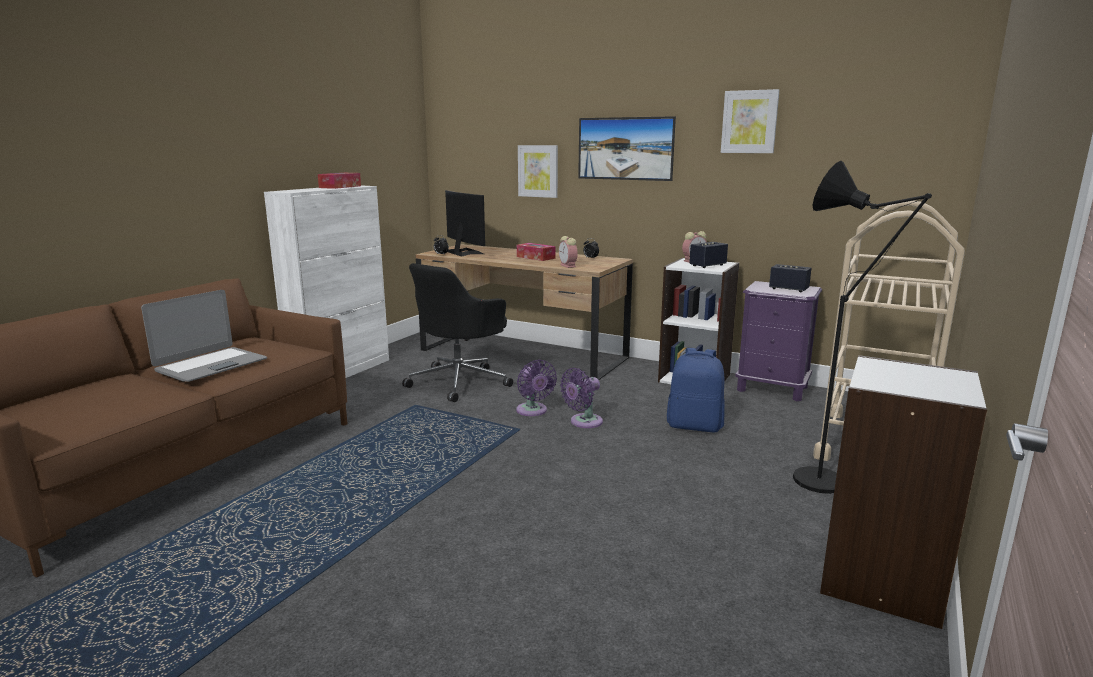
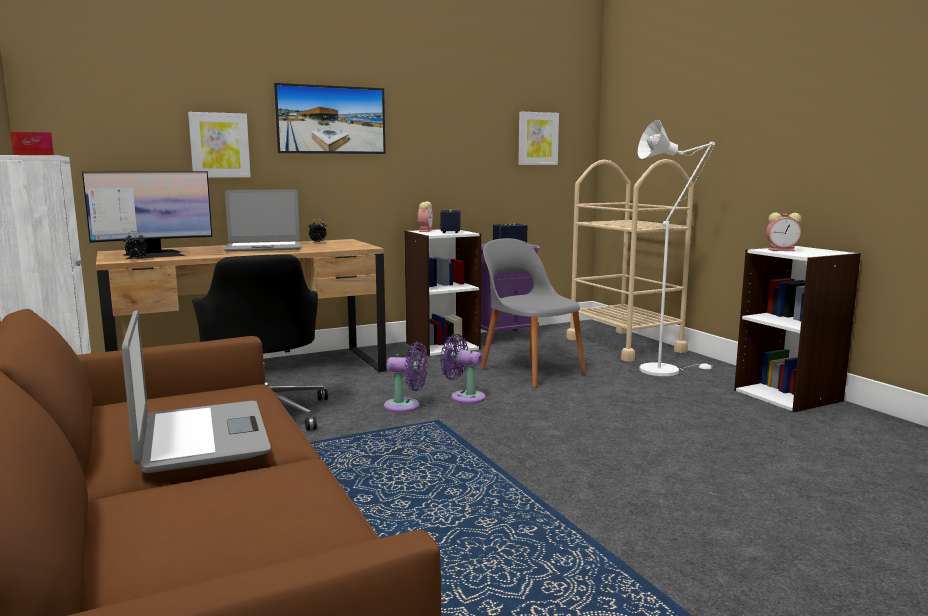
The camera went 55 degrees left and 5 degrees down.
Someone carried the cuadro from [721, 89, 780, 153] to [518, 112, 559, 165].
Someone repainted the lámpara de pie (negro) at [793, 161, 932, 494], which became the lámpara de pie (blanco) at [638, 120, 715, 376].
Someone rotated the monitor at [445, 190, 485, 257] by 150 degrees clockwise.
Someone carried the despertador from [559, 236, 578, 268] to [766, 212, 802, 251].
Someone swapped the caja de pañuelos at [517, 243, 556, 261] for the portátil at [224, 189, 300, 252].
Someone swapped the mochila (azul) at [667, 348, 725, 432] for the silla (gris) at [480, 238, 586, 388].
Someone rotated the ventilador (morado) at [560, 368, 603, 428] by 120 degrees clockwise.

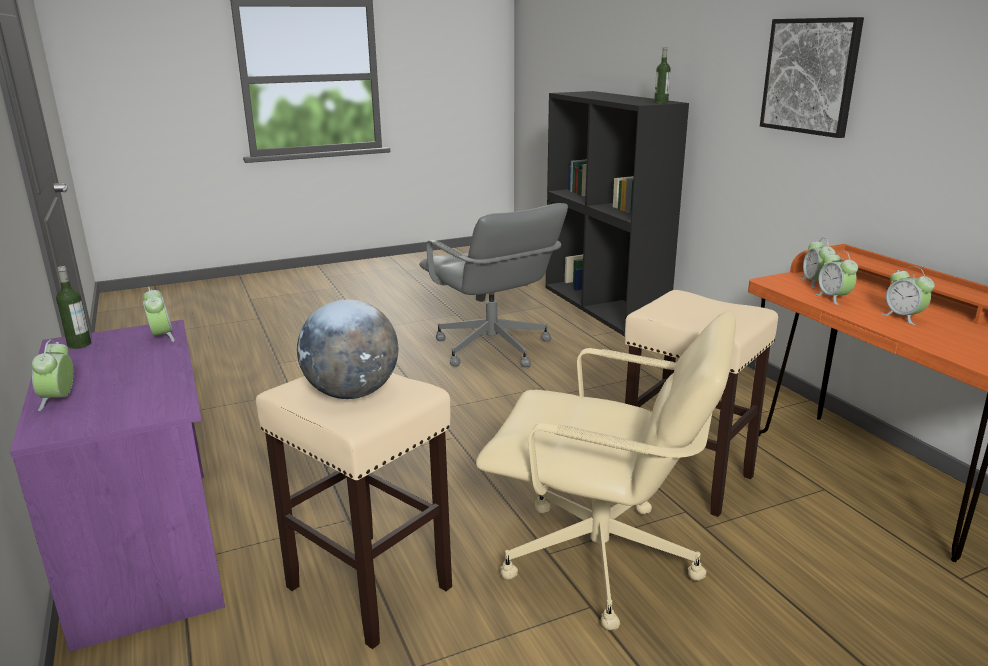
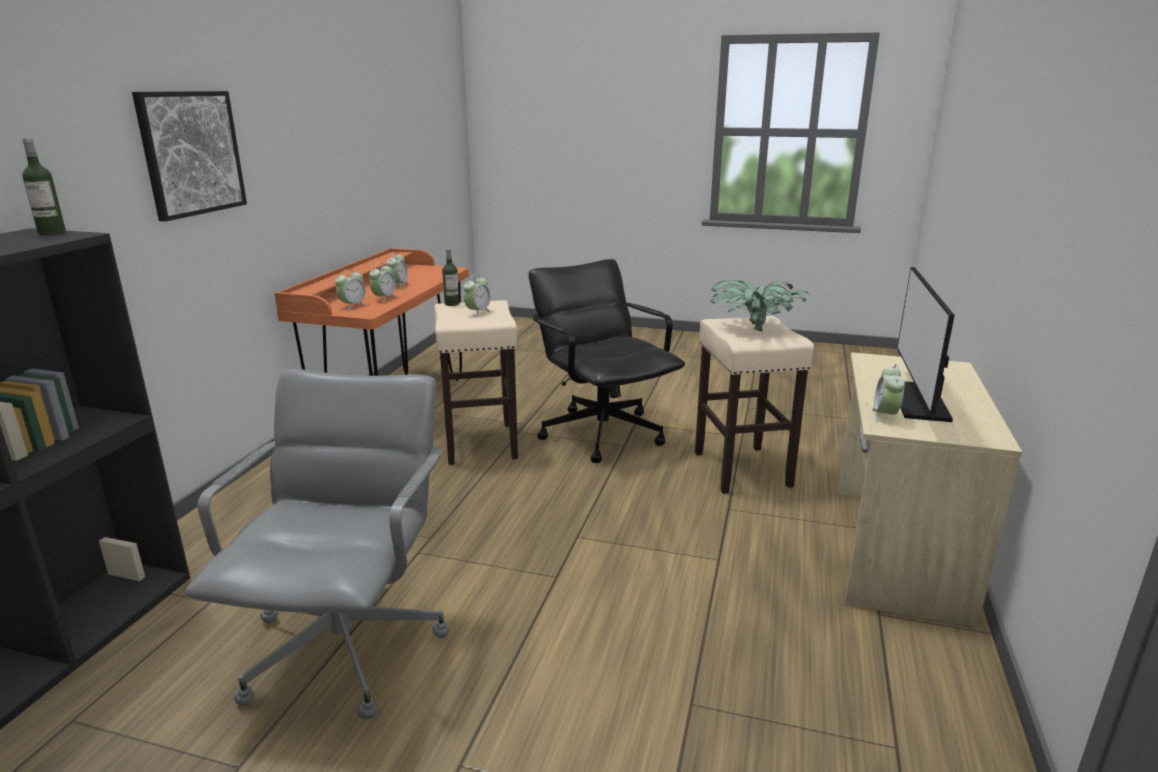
The camera went 140 degrees left and 0 degrees up.
Someone carried the botella from [56, 266, 91, 349] to [442, 248, 459, 306].
Someone swapped the globo terráqueo at [297, 299, 398, 399] for the planta en maceta at [710, 280, 809, 331].
Someone repainted the silla de oficina (beis) at [476, 311, 736, 630], which became the silla de oficina (negro) at [528, 259, 685, 463].
Someone repainted the escritorio (morado) at [10, 320, 225, 652], which became the escritorio (beis) at [837, 352, 1022, 627].
Someone carried the despertador from [32, 339, 73, 411] to [463, 274, 492, 317].
Someone put down the monitor at [897, 267, 955, 422].

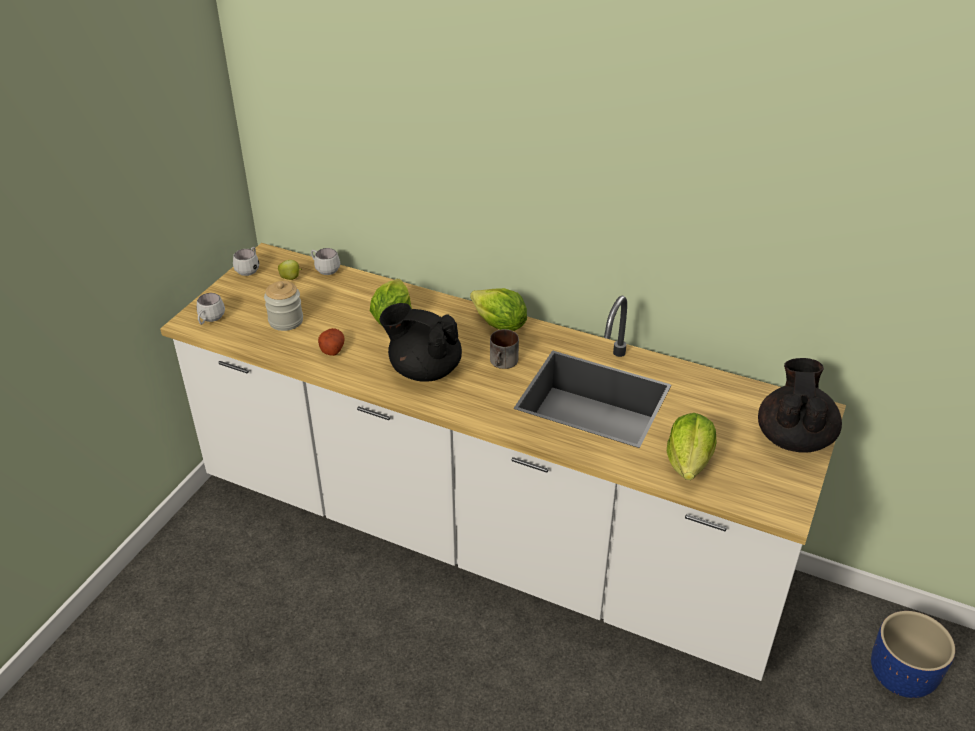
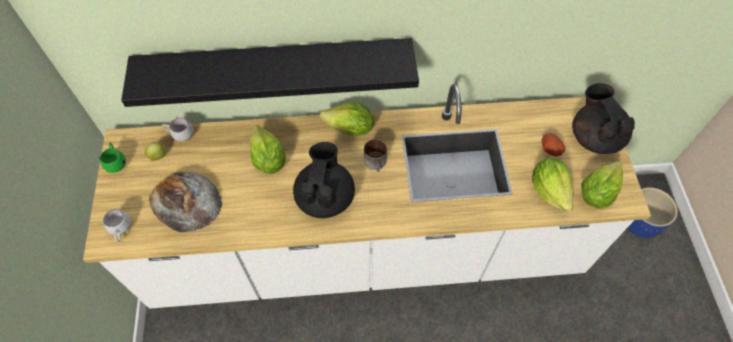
The camera went 30 degrees left and 20 degrees up.
Someone repainted the taza grande (blanco) at [233, 247, 259, 276], which became the taza grande (verde) at [99, 143, 126, 173].
Someone swapped the tarro at [264, 281, 303, 331] for the pan at [149, 172, 223, 232].
Someone rotated the tetera (negro) at [379, 303, 462, 382] by 105 degrees clockwise.
Someone carried the patata from [318, 328, 344, 356] to [542, 133, 565, 156].
Someone put up the estante (negro) at [121, 38, 419, 107].
Someone put down the lechuga at [581, 162, 623, 208].

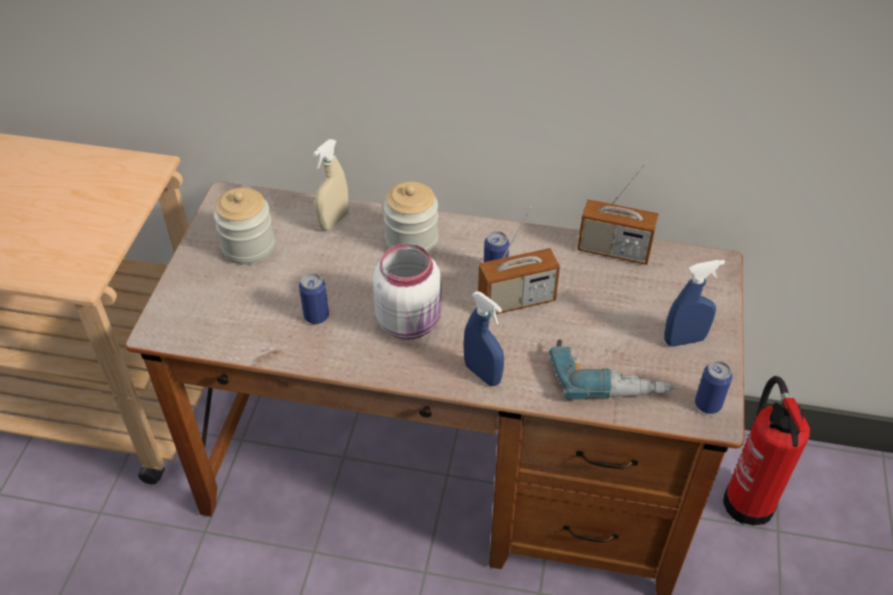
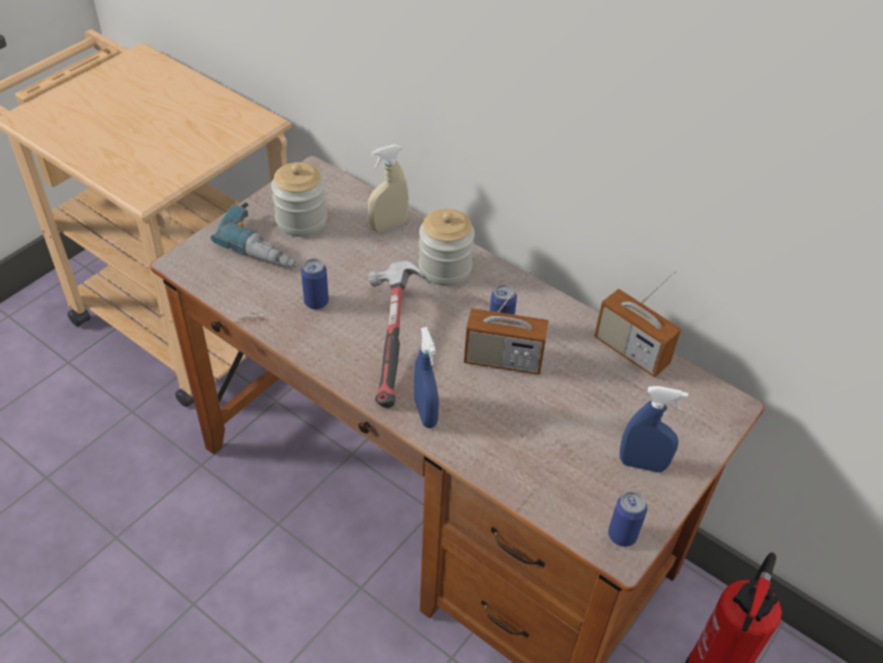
The camera went 25 degrees right and 0 degrees up.
Someone swapped the tarro (blanco) at [372, 243, 442, 340] for the martillo at [368, 260, 431, 408].
Someone carried the taladro from [549, 339, 675, 400] to [211, 202, 298, 268].

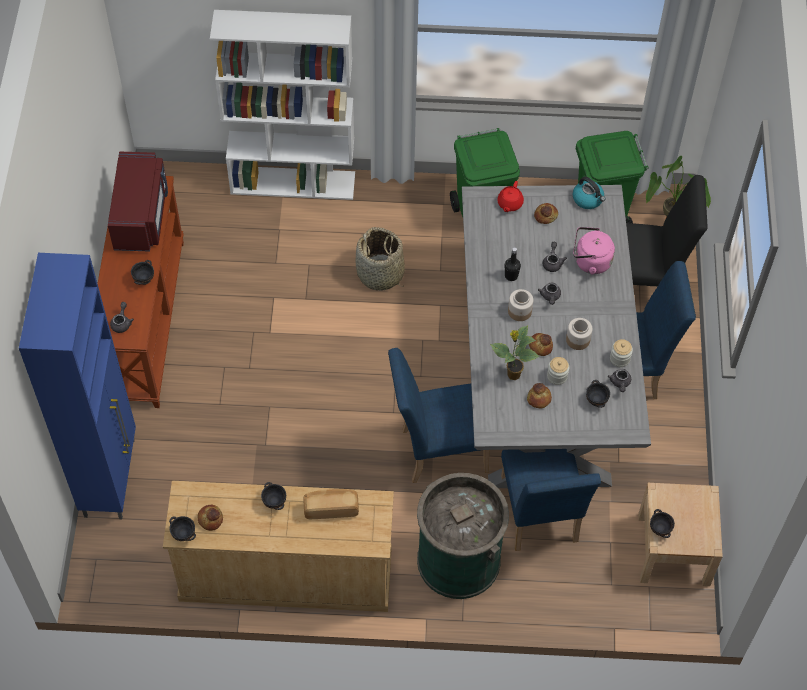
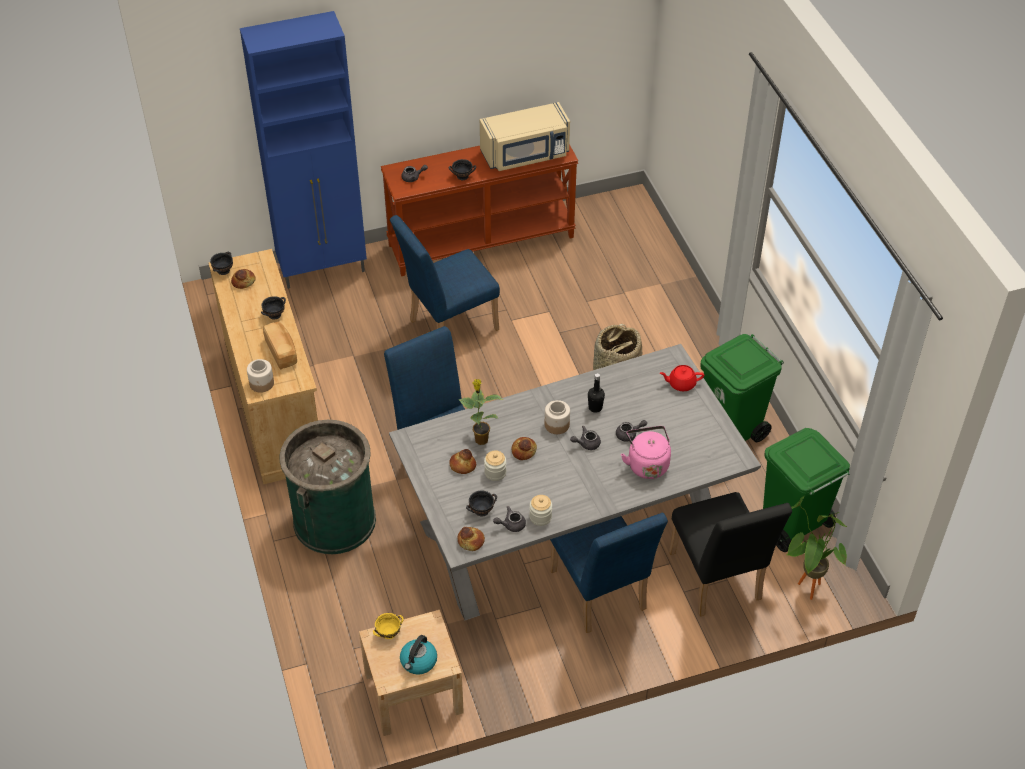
The camera went 70 degrees right and 10 degrees down.
Someone took away the estantería (blanco) at [210, 10, 355, 200].
Someone repainted the microondas (rojo) at [108, 152, 168, 252], which became the microondas (beis) at [480, 102, 570, 171].
Someone carried the hervidor from [573, 177, 605, 209] to [400, 635, 437, 675].
Someone carried the pan from [534, 203, 558, 224] to [457, 527, 485, 551].
Someone carried the tarro from [566, 318, 593, 350] to [247, 359, 274, 393].
Someone carried the silla (azul) from [501, 449, 601, 551] to [390, 215, 500, 331].
Someone repainted the cuenco (negro) at [650, 509, 675, 538], which became the cuenco (amarillo) at [373, 613, 404, 639].

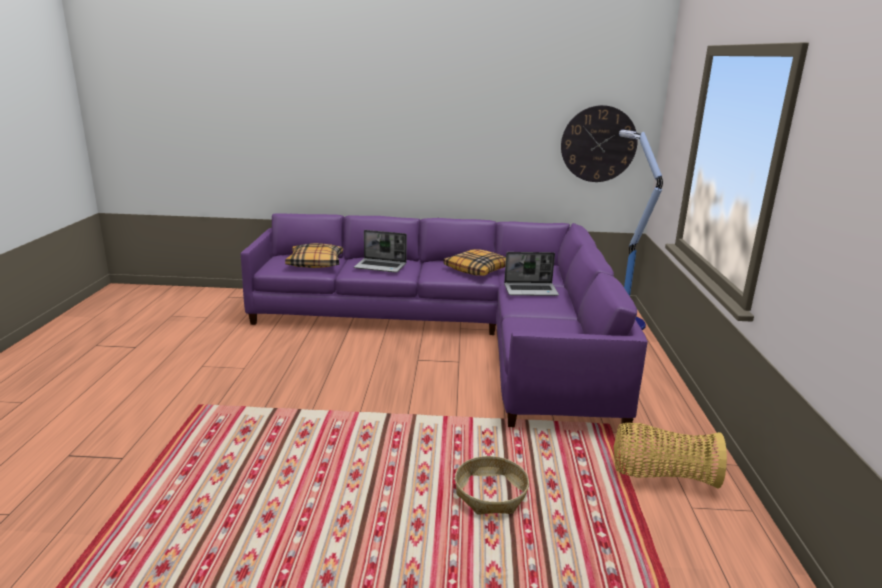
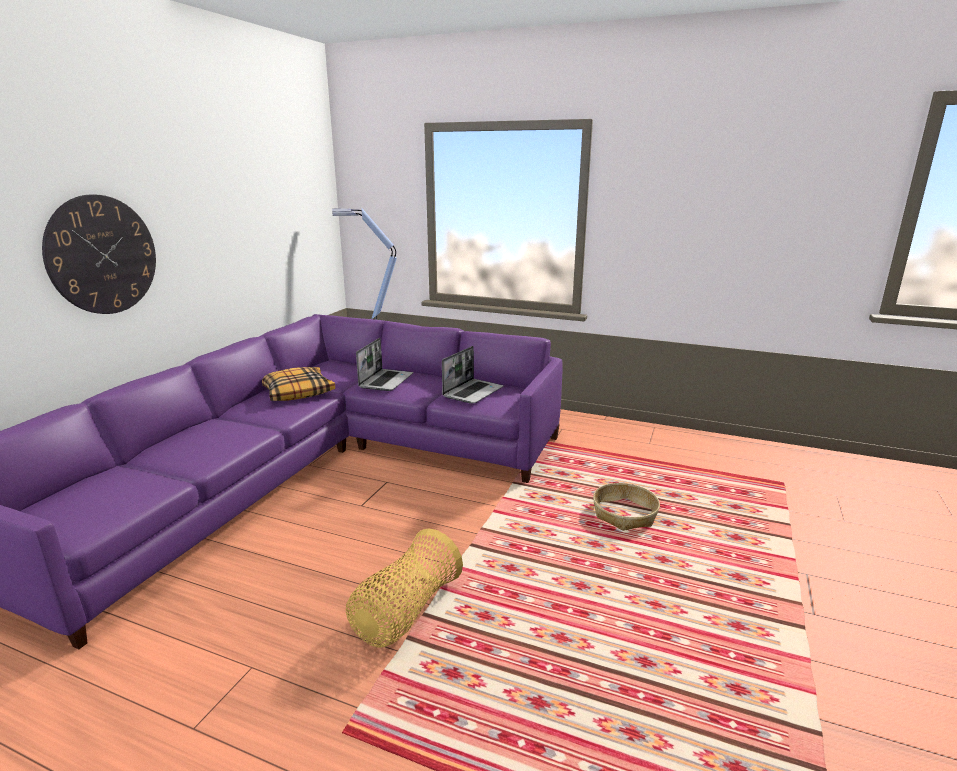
The camera went 70 degrees left and 0 degrees up.
Someone carried the reloj de pared from [561, 105, 638, 182] to [42, 194, 156, 314].
Someone carried the portátil from [354, 230, 407, 273] to [442, 346, 504, 404].
Someone took away the cojín at [285, 243, 343, 268].
Someone carried the cesta from [614, 423, 727, 489] to [346, 529, 463, 647].

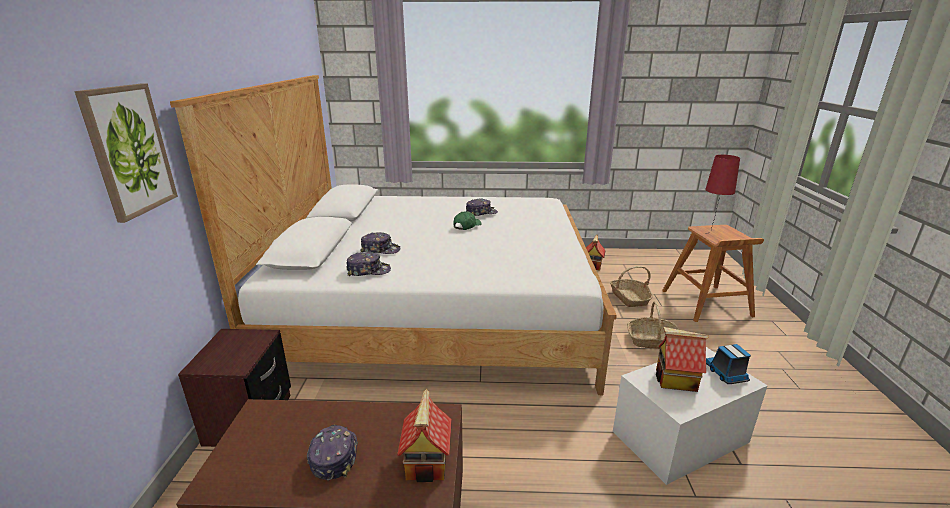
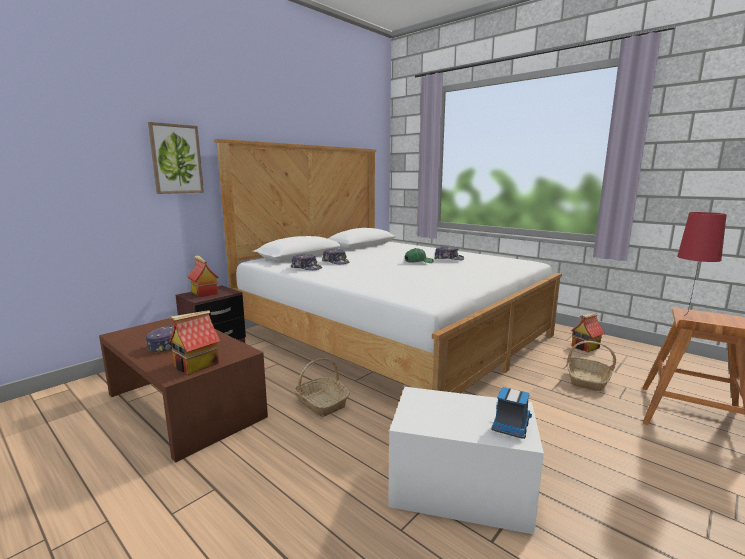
The camera went 40 degrees right and 10 degrees down.
Someone carried the cesta from [627, 301, 679, 349] to [294, 358, 350, 417].
Someone carried the casita from [656, 327, 709, 392] to [187, 255, 219, 297].

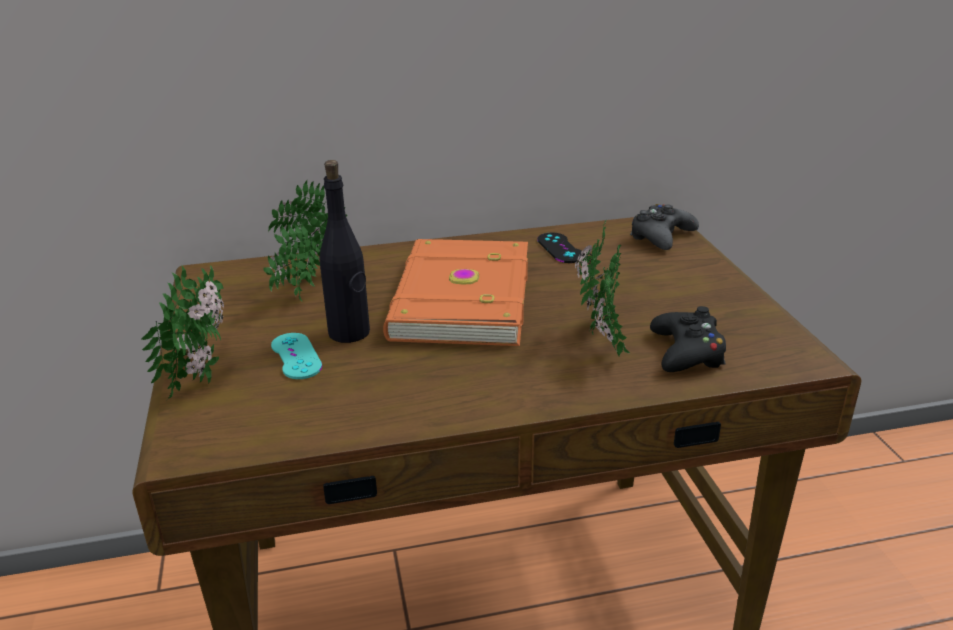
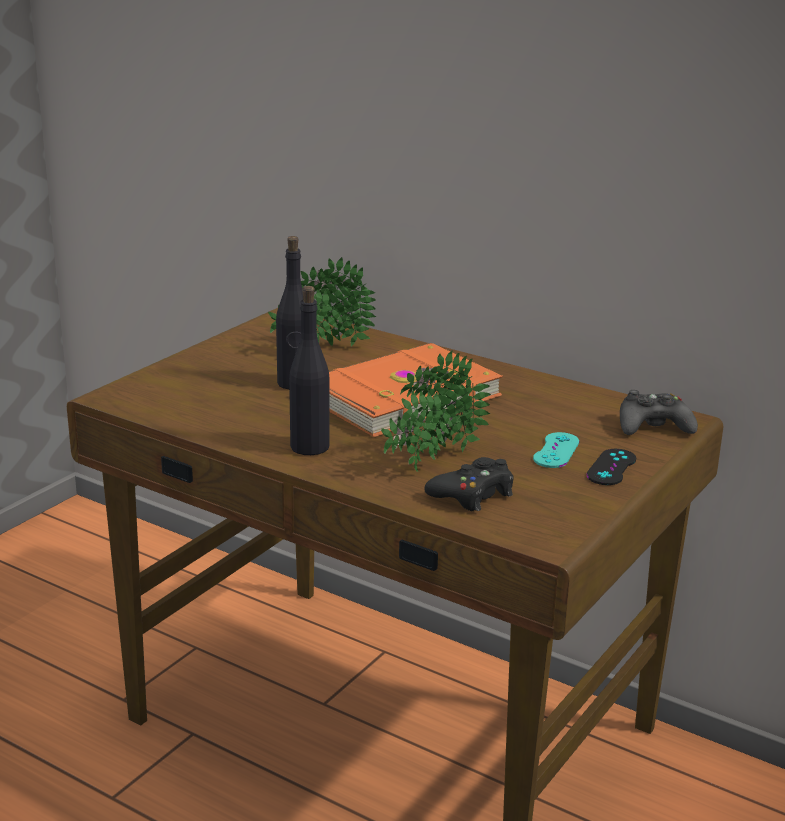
The camera went 45 degrees right and 5 degrees down.
Someone carried the mando de consola (negro) from [537, 233, 582, 263] to [586, 449, 636, 485].
Someone took away the planta en maceta at [141, 265, 224, 399].
Someone carried the mando de consola (turquesa) from [271, 333, 322, 379] to [533, 432, 579, 468].
Someone put down the botella (negro) at [289, 286, 330, 455].

